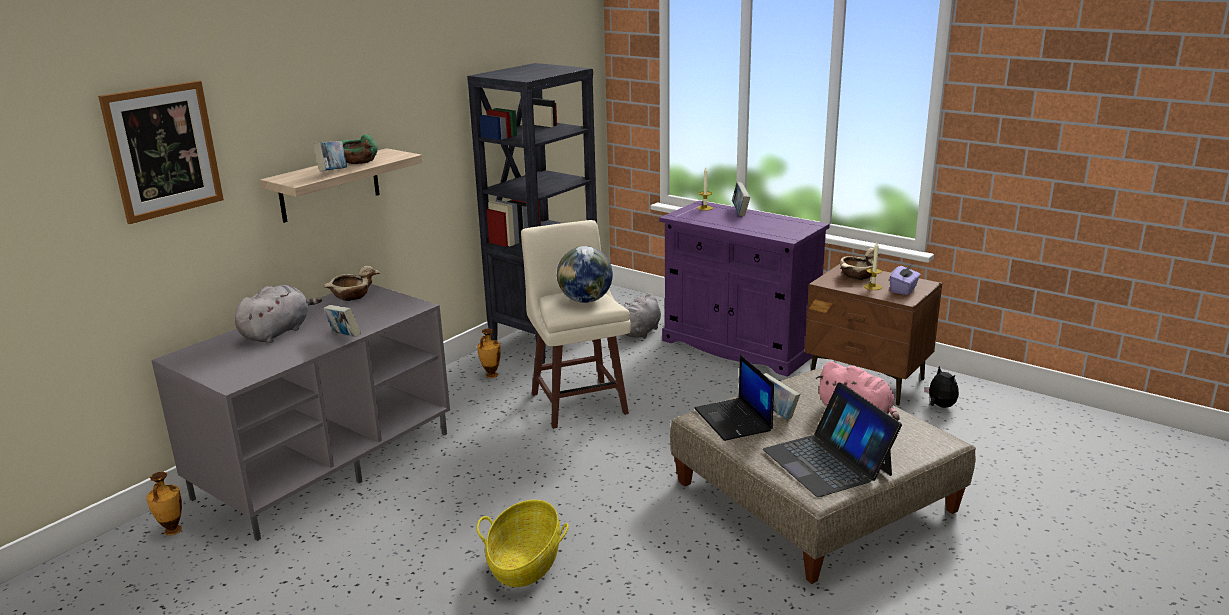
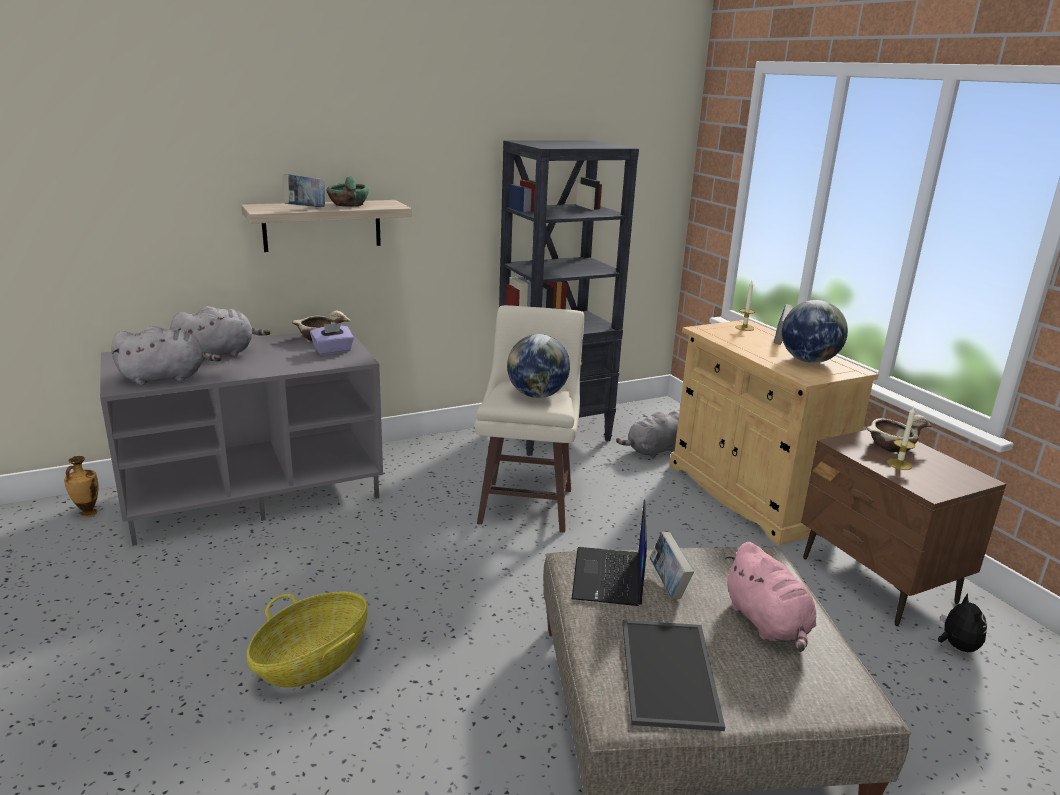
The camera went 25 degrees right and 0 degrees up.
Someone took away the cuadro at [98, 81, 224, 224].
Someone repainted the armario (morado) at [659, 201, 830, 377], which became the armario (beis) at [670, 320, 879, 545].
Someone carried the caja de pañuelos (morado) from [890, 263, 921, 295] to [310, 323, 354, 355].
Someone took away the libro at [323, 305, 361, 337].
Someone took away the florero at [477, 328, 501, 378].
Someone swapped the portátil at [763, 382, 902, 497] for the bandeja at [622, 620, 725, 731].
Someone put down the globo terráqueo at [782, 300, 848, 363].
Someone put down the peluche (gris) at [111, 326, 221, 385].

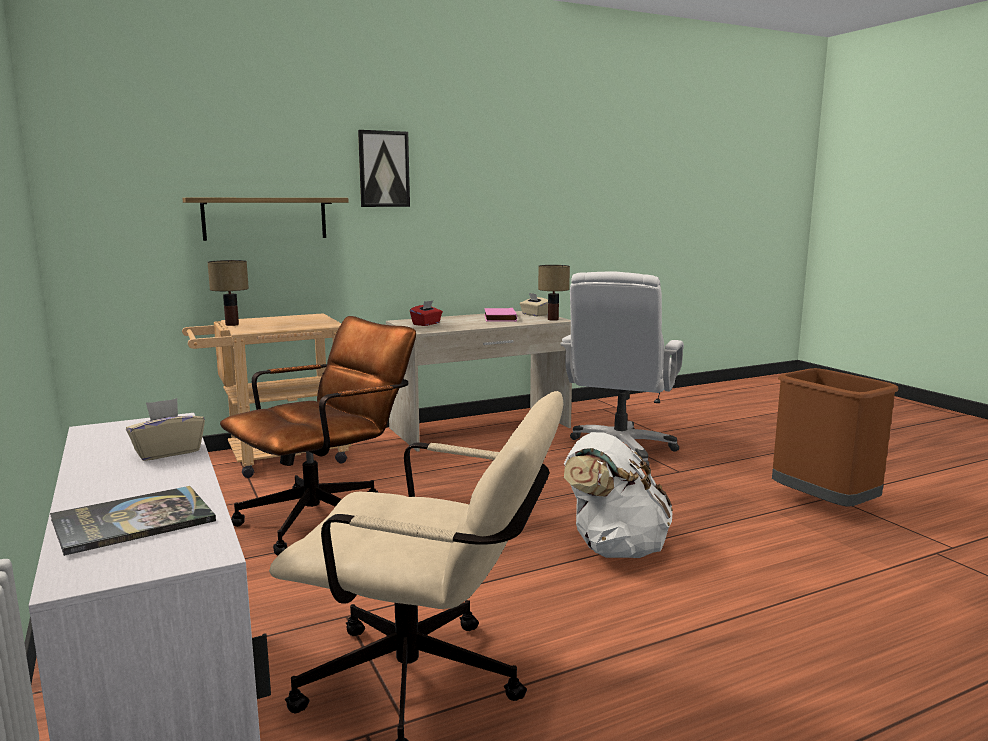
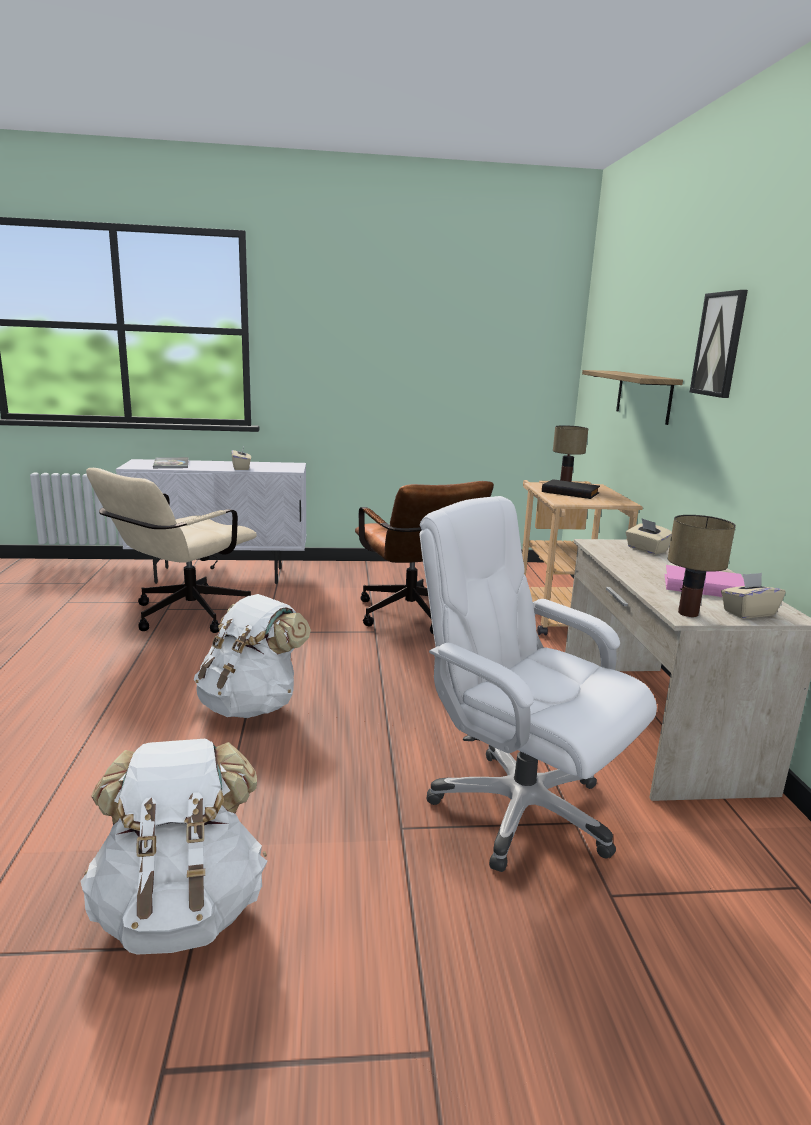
The camera went 110 degrees right and 5 degrees up.
Someone repainted the caja de pañuelos (rojo) at [410, 300, 443, 326], which became the caja de pañuelos (beis) at [626, 519, 672, 555].
Someone swapped the papelera (marrón) at [772, 368, 899, 507] for the mochila (blanco) at [80, 739, 267, 955].
Someone put down the libro (negro) at [542, 479, 600, 499].

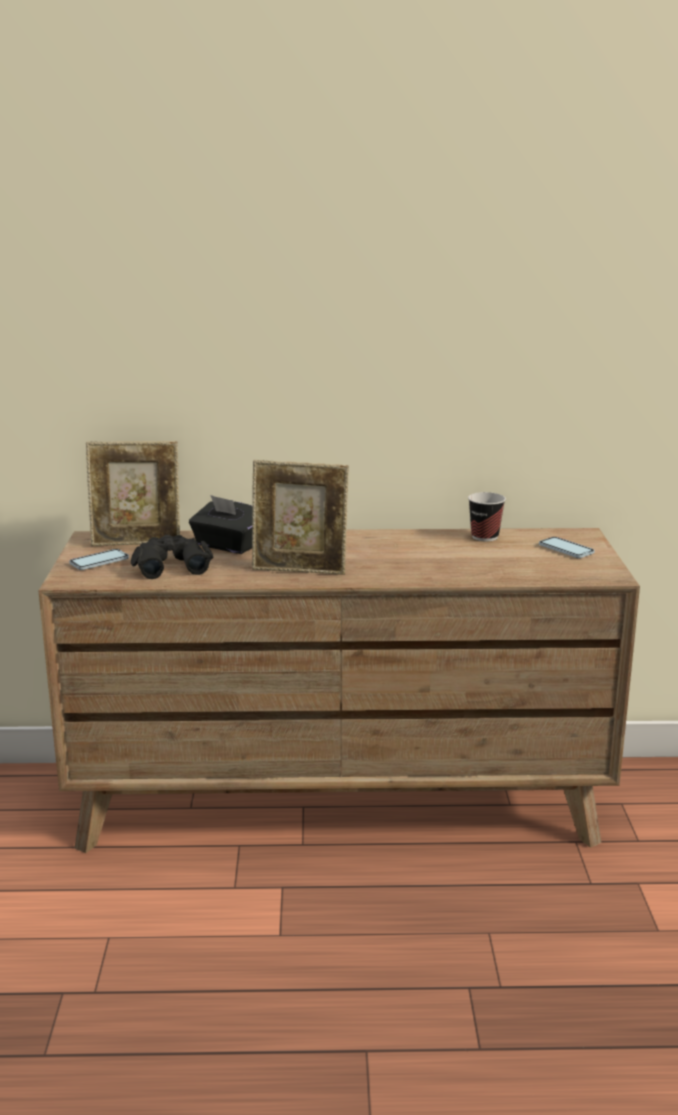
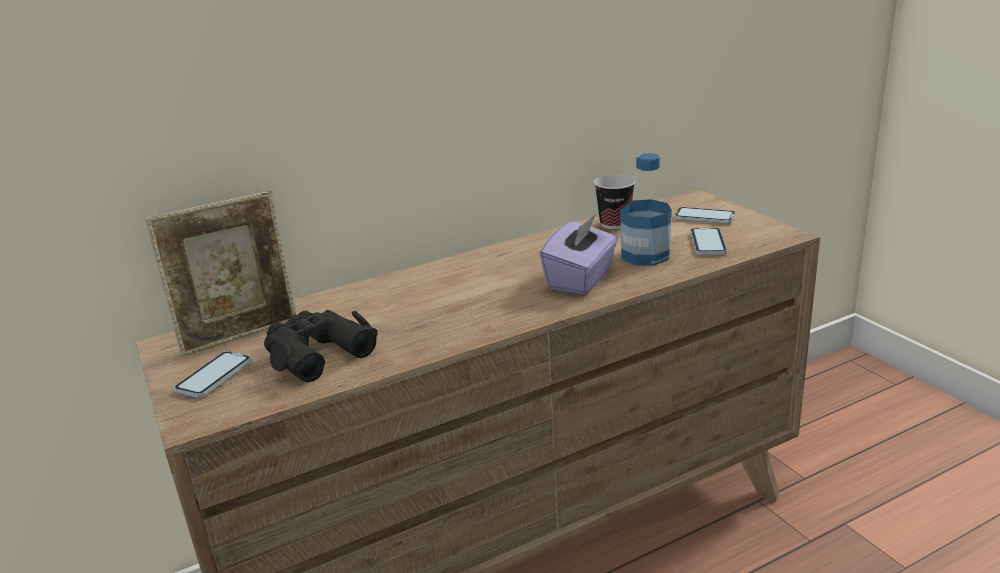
The camera went 25 degrees left and 5 degrees up.
Someone took away the portarretratos at [252, 460, 349, 575].
Someone took away the caja de pañuelos (negro) at [189, 495, 252, 554].
Someone put down the botella at [620, 153, 672, 265].
Someone put down the caja de pañuelos (morado) at [540, 214, 618, 294].
Someone put down the móvil at [690, 228, 727, 254].

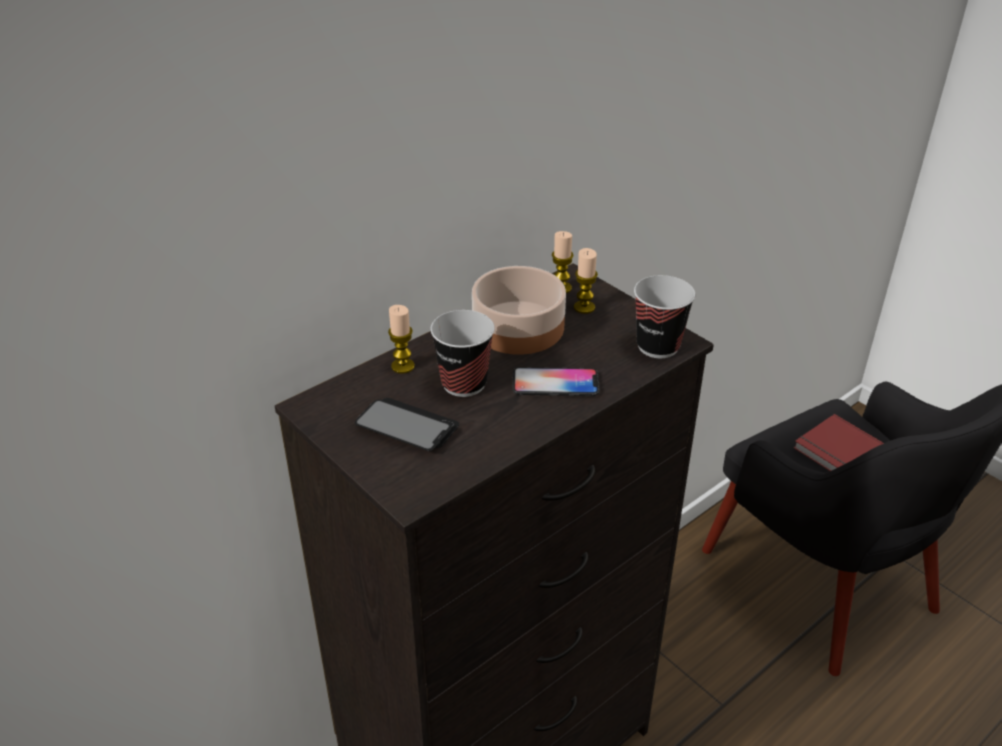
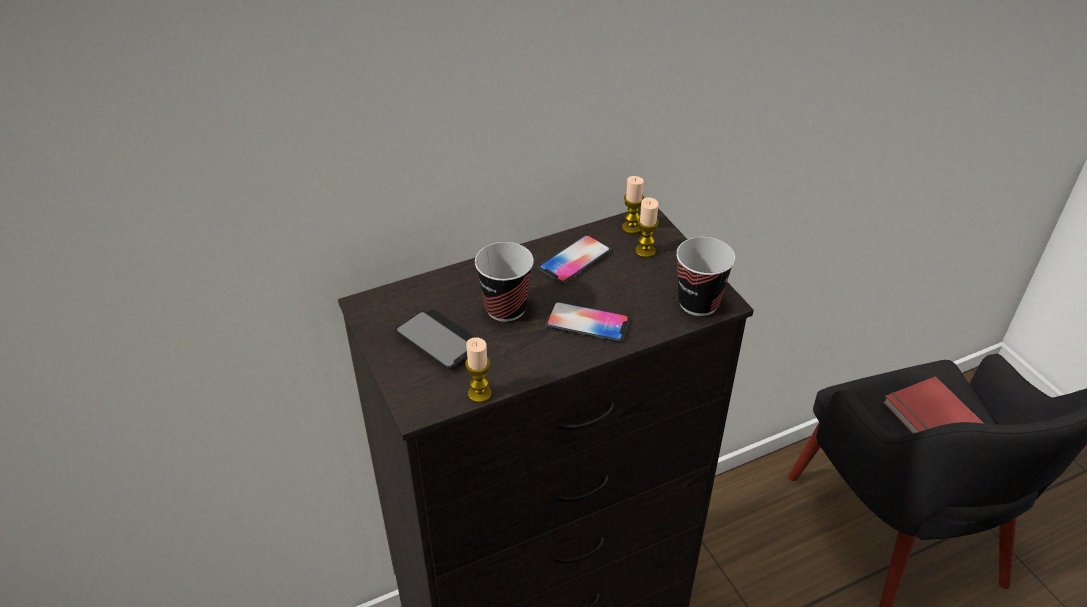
The camera went 15 degrees right and 5 degrees up.
Someone swapped the cuenco at [472, 266, 566, 355] for the móvil at [538, 235, 611, 284].
Someone carried the vela from [388, 305, 415, 374] to [465, 337, 492, 403].

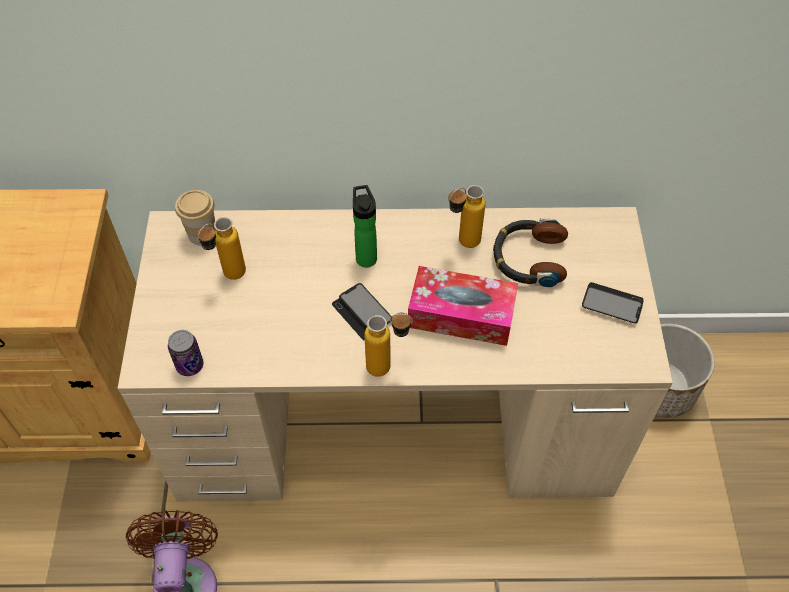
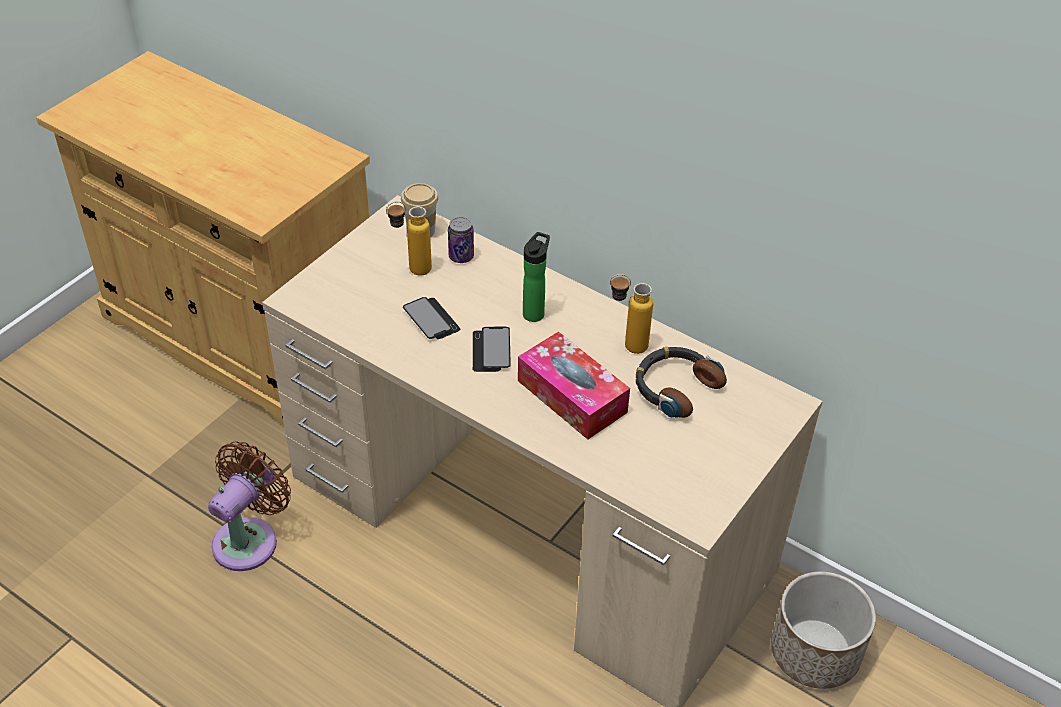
The camera went 35 degrees right and 10 degrees down.
Someone carried the móvil from [582, 282, 644, 324] to [403, 297, 460, 339].
Someone took away the botella at [364, 312, 413, 377].
Someone carried the lata from [168, 330, 204, 376] to [448, 217, 474, 263].

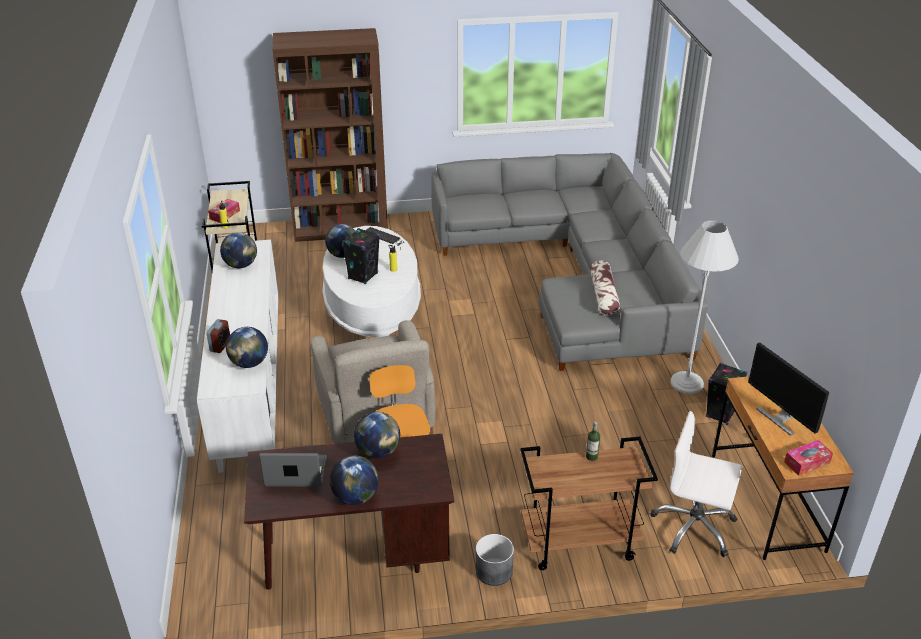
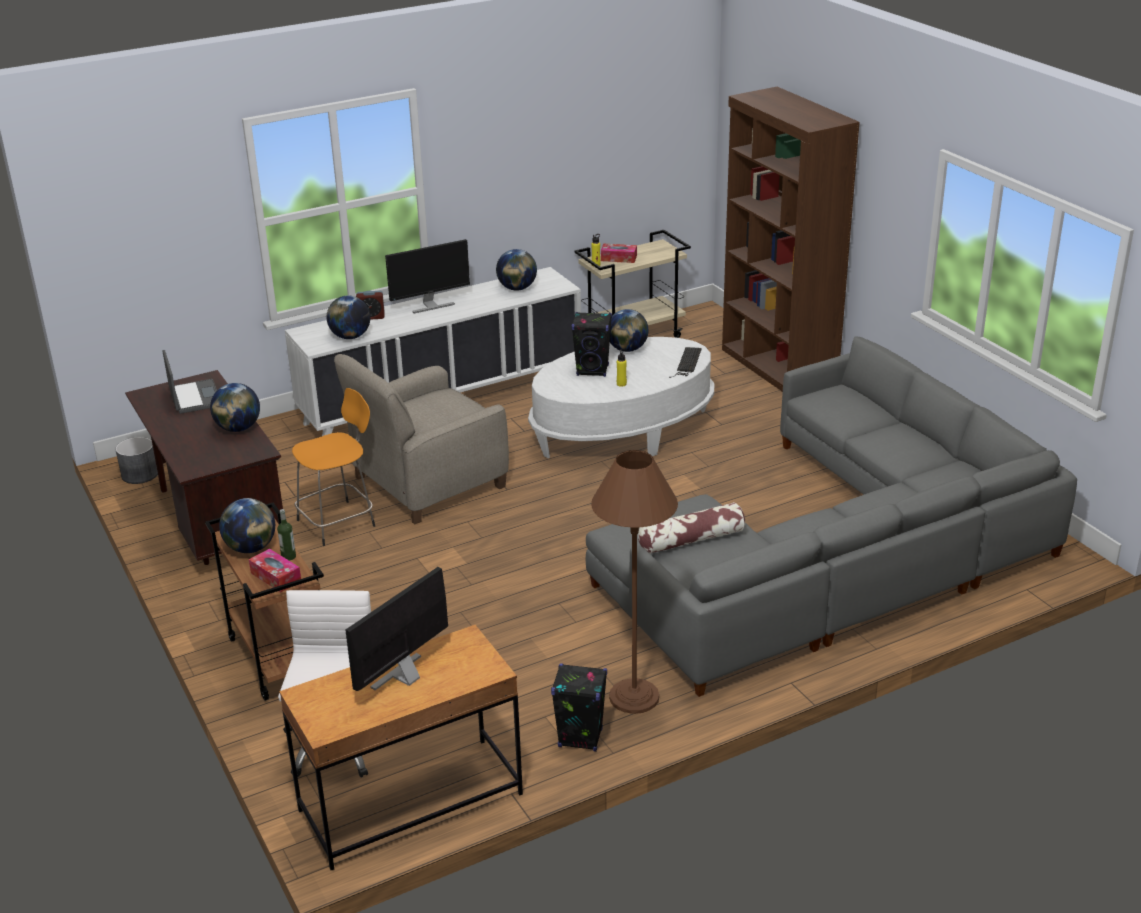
The camera went 70 degrees right and 5 degrees down.
Someone repainted the lámpara de pie (blanco) at [671, 220, 739, 394], which became the lámpara de pie (marrón) at [591, 450, 678, 714].
Someone carried the caja de pañuelos from [784, 440, 833, 476] to [249, 549, 301, 592].
Someone carried the globo terráqueo from [330, 456, 379, 505] to [219, 498, 275, 553].
Someone carried the maceta (gris) from [476, 534, 514, 586] to [115, 437, 158, 484].
Someone put down the monitor at [385, 239, 470, 313].

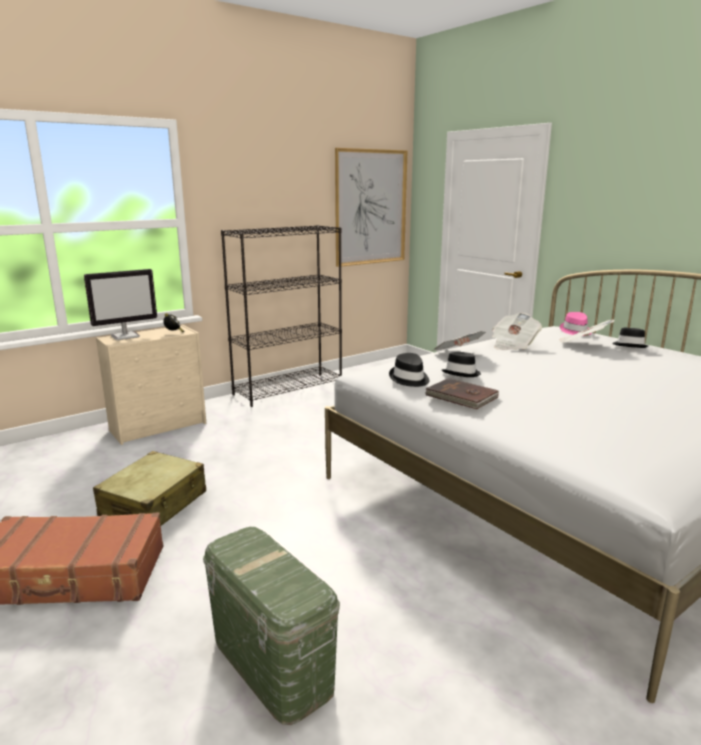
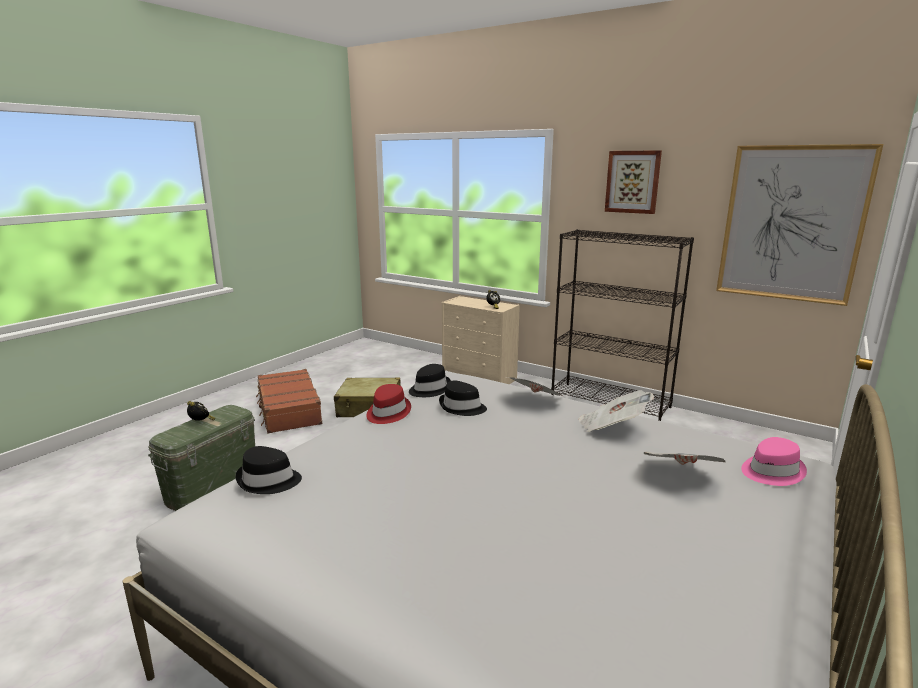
The camera went 70 degrees right and 0 degrees up.
Someone took away the monitor at [84, 269, 157, 340].
Someone carried the sombrero (negro) from [612, 328, 648, 348] to [235, 446, 302, 494].
Someone swapped the libro (marrón) at [425, 378, 499, 409] for the sombrero (rojo) at [366, 384, 411, 424].
Someone put up the cuadro at [605, 150, 662, 214].
Someone put down the despertador at [187, 401, 215, 421].

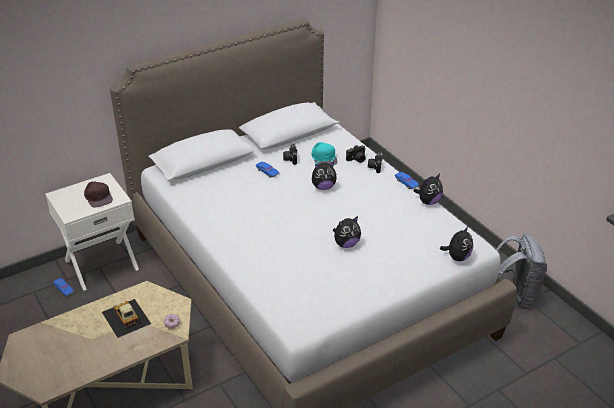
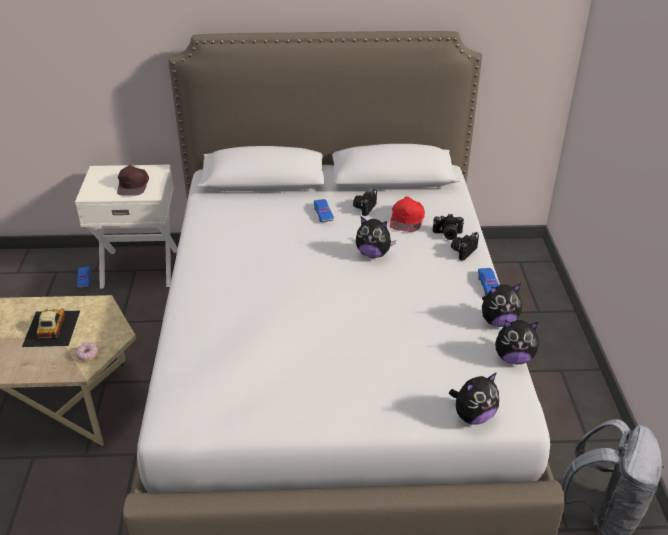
The camera went 30 degrees right and 0 degrees up.
Someone repainted the gorra (turquesa) at [311, 142, 338, 166], which became the gorra (rojo) at [390, 196, 425, 232].
Someone carried the peluche from [333, 216, 361, 248] to [495, 320, 540, 364].

